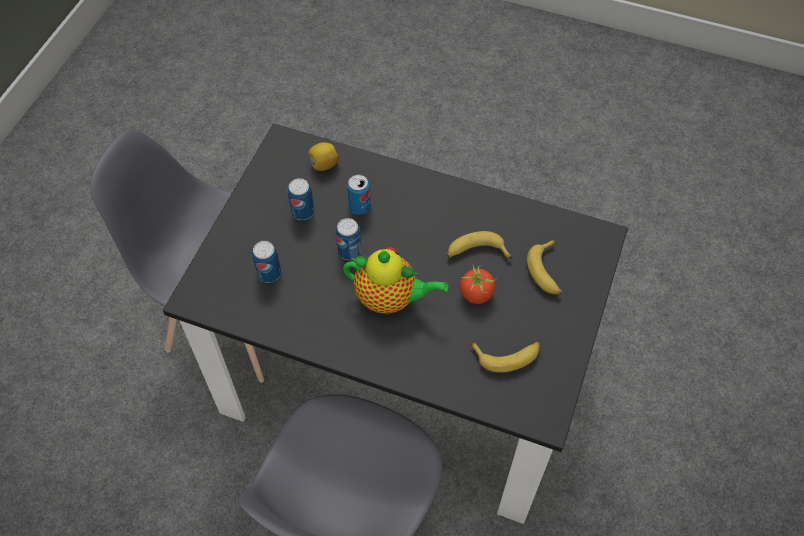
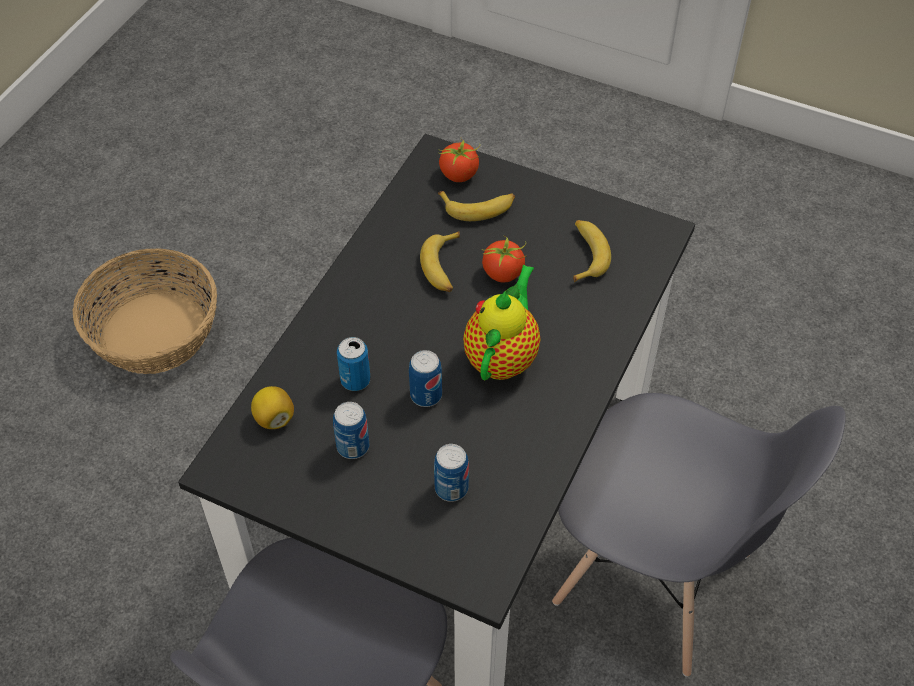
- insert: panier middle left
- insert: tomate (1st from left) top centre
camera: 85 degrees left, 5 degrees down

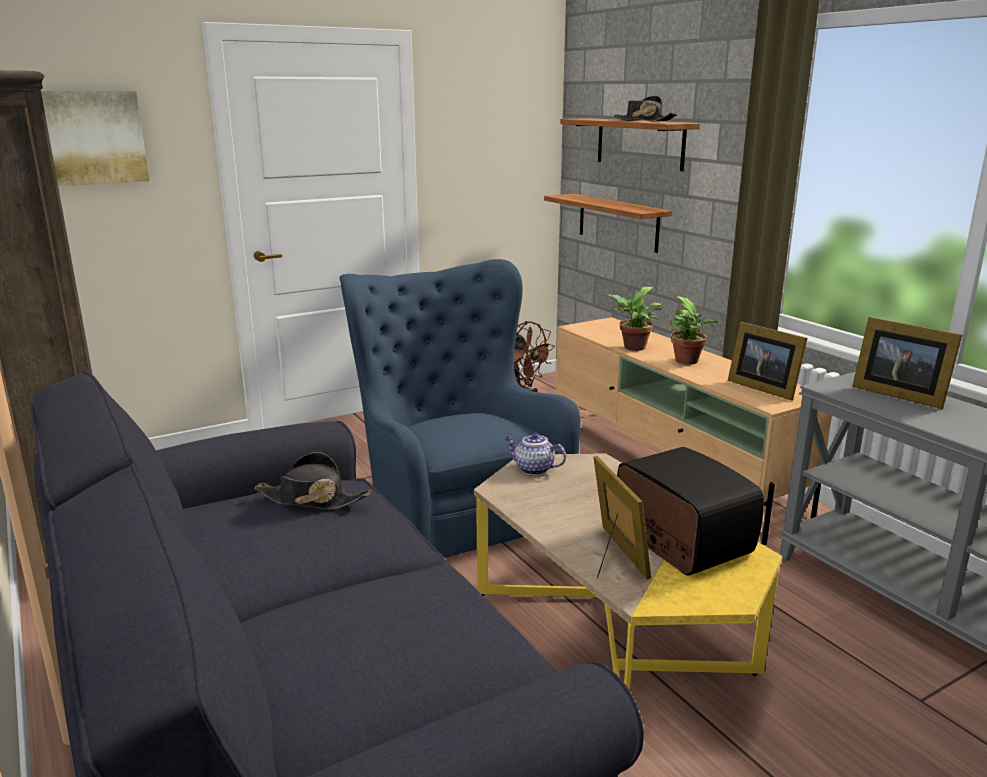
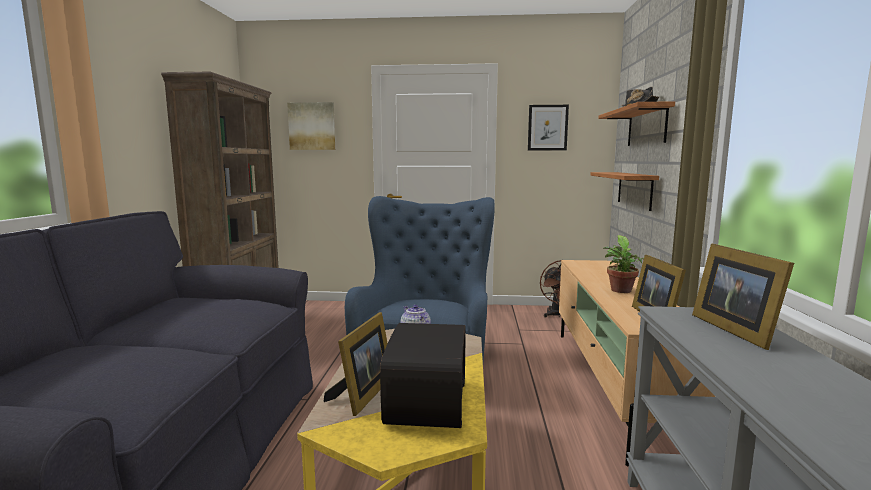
- delete: chapeau (noir) (1st from left) middle left
- delete: plante en pot (1st from left) centre
- insert: tableau (2nd from left) top centre
camera: 35 degrees right, 10 degrees down

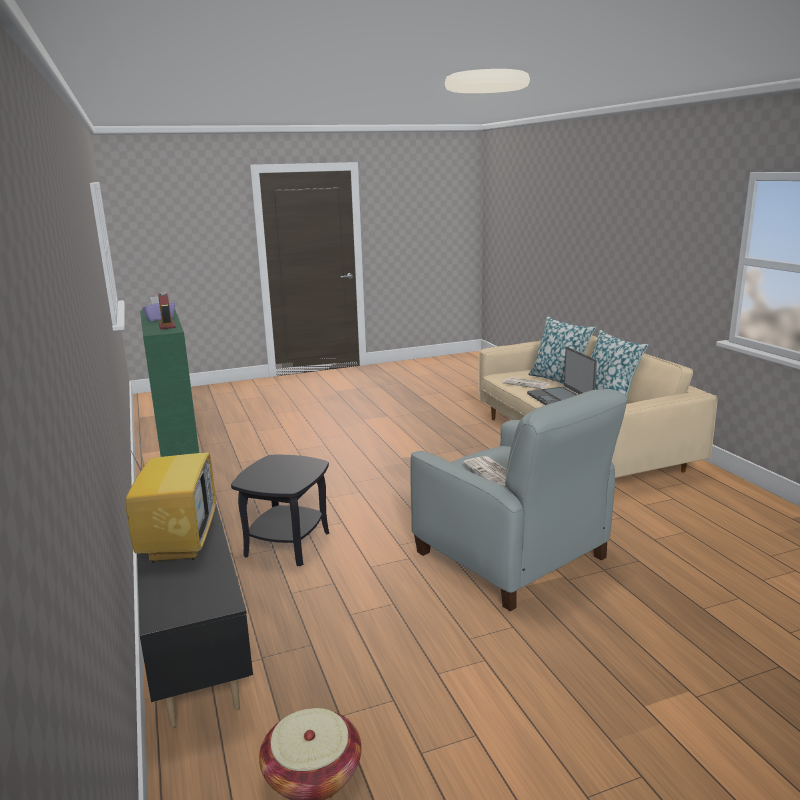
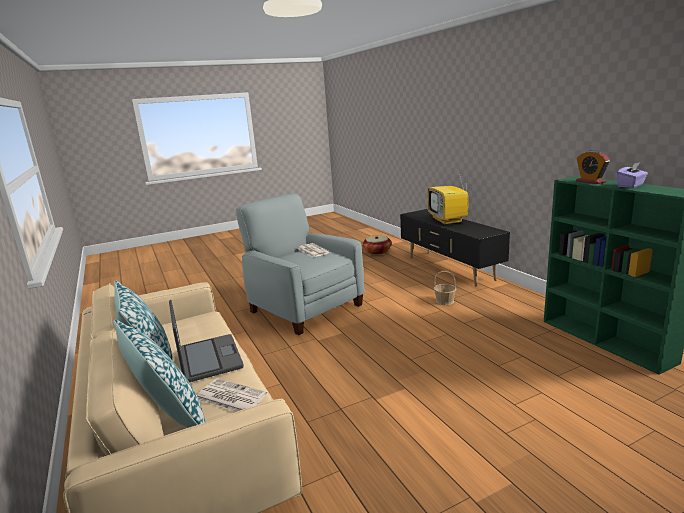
- replace: table d'appoint (noir) centre to panier (2nd from left) centre
camera: 175 degrees right, 0 degrees up

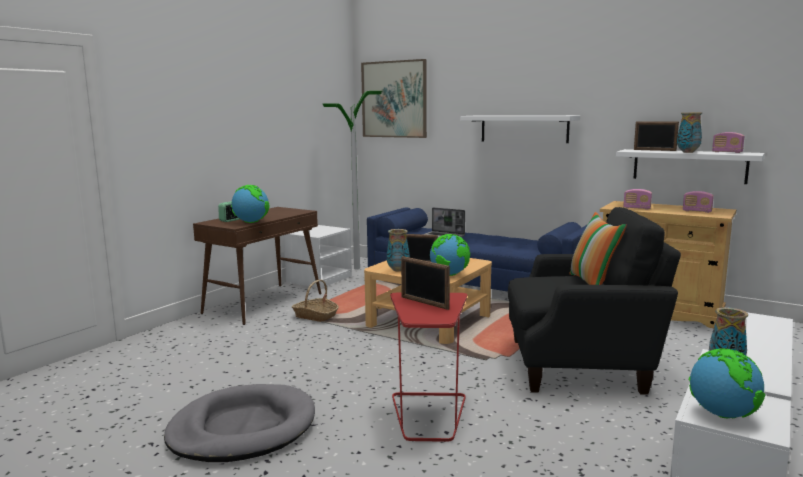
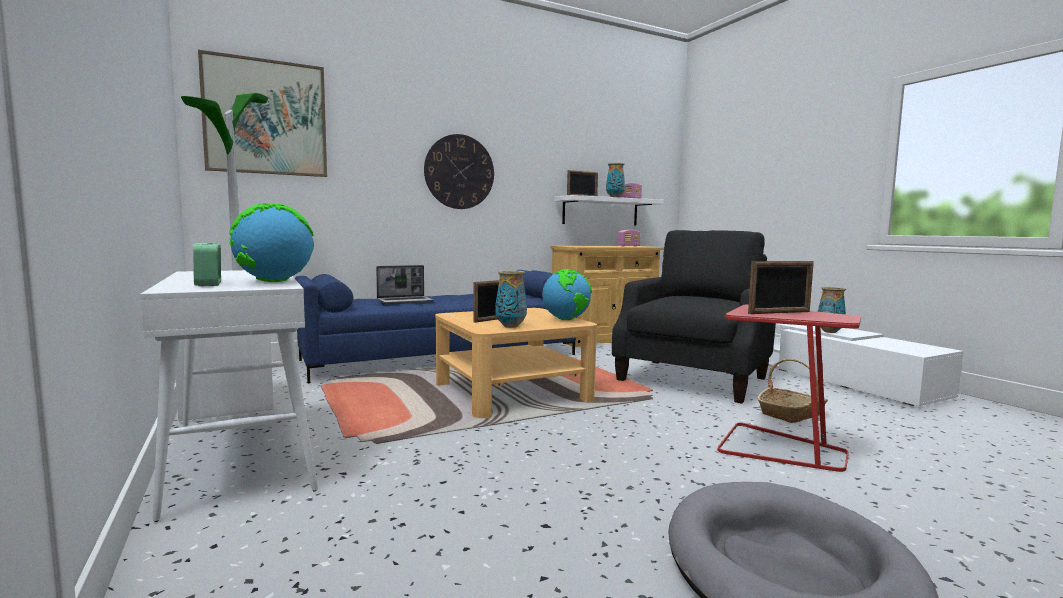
- recolor: table console (marron) middle left to table console (blanc) middle left
- move: panier centre to middle right
- replace: étagère (blanc) (1st from left) top centre to horloge murale top centre
- delete: coussin middle right
- delete: radio (1st from left) middle right
- delete: globe (3rd from left) bottom right
camera: 60 degrees left, 5 degrees down

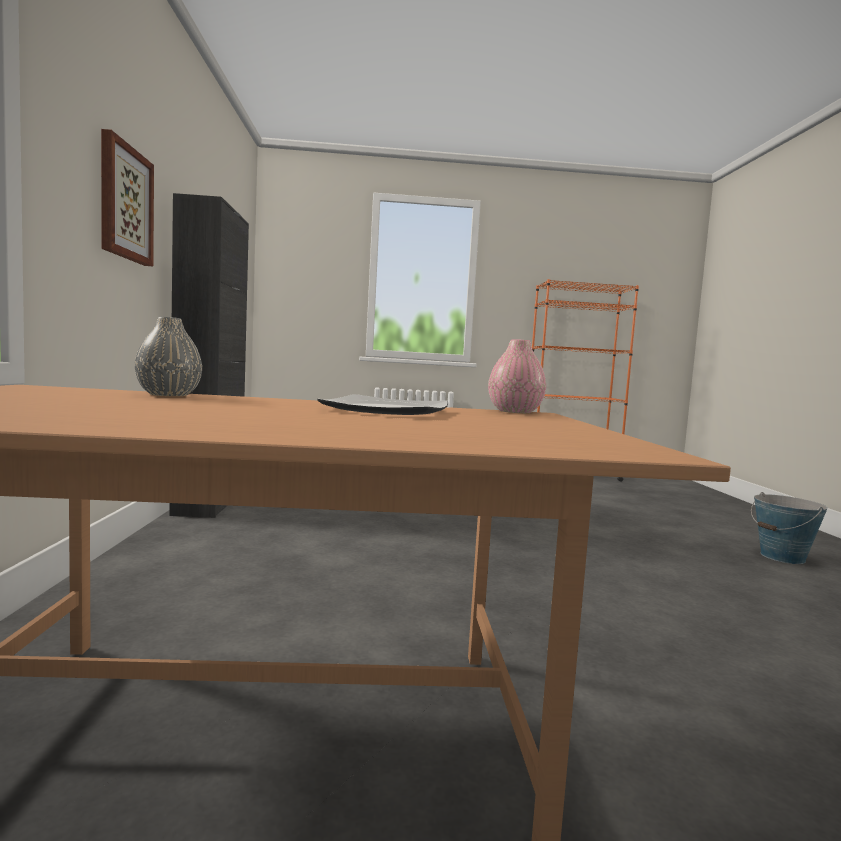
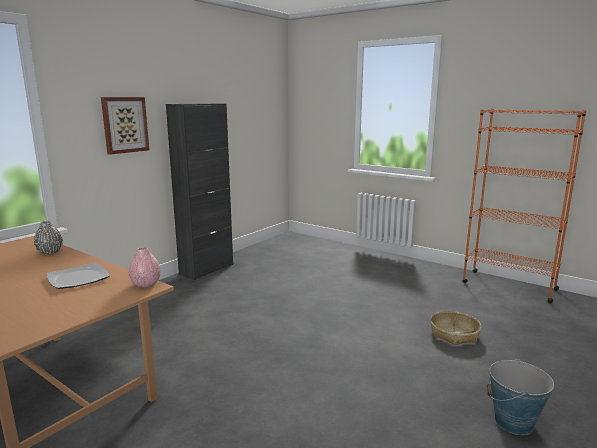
- insert: panier bottom right
camera: 40 degrees right, 10 degrees up

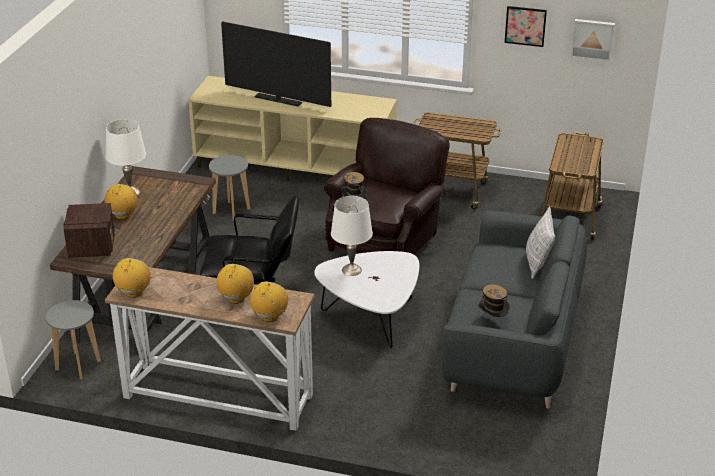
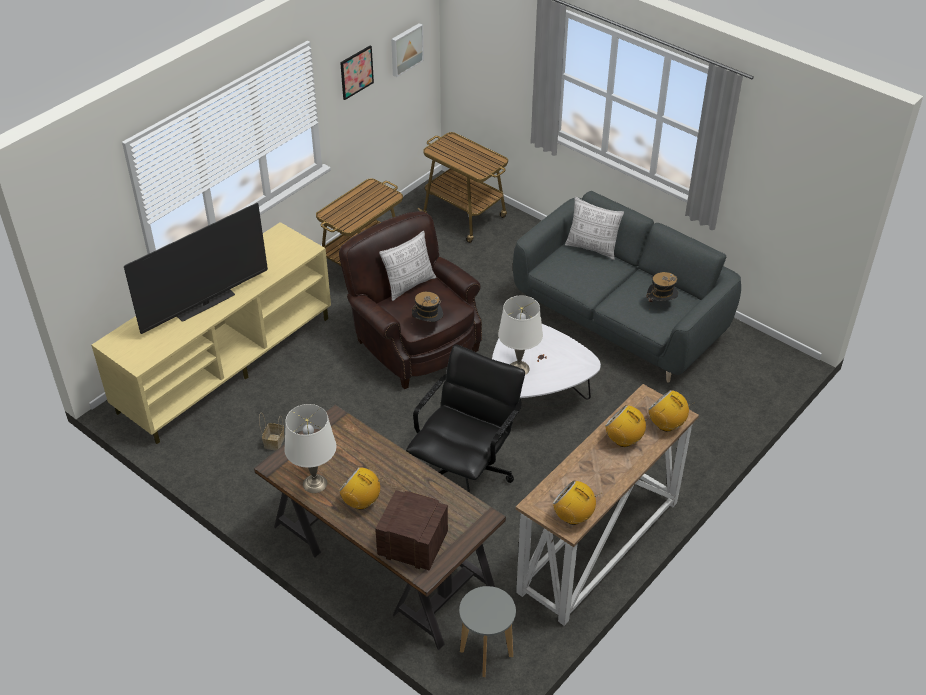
- replace: tabouret (gris) (2nd from left) middle left to panier middle left
- insert: coussin (1st from left) centre
camera: 65 degrees left, 10 degrees up

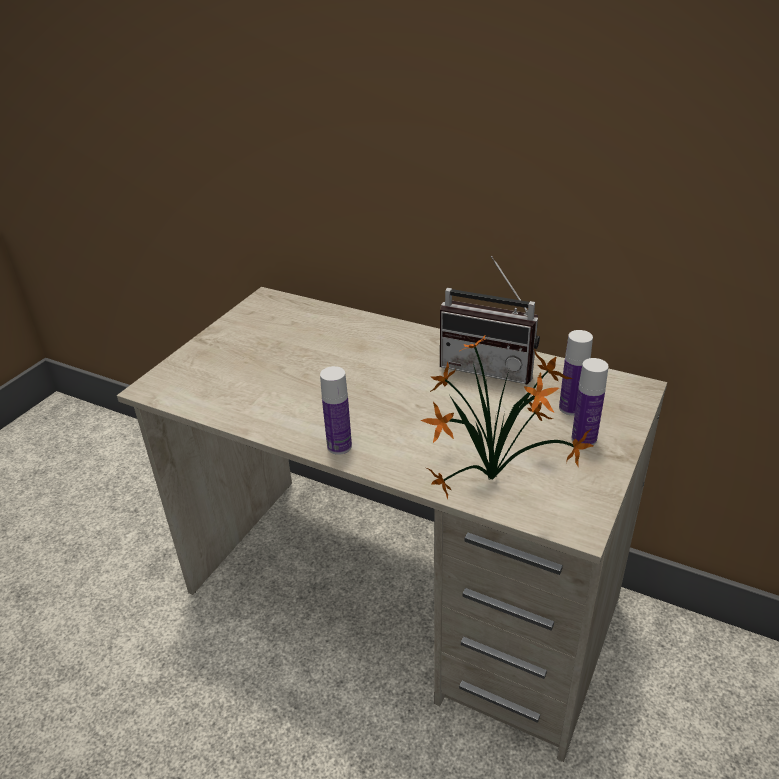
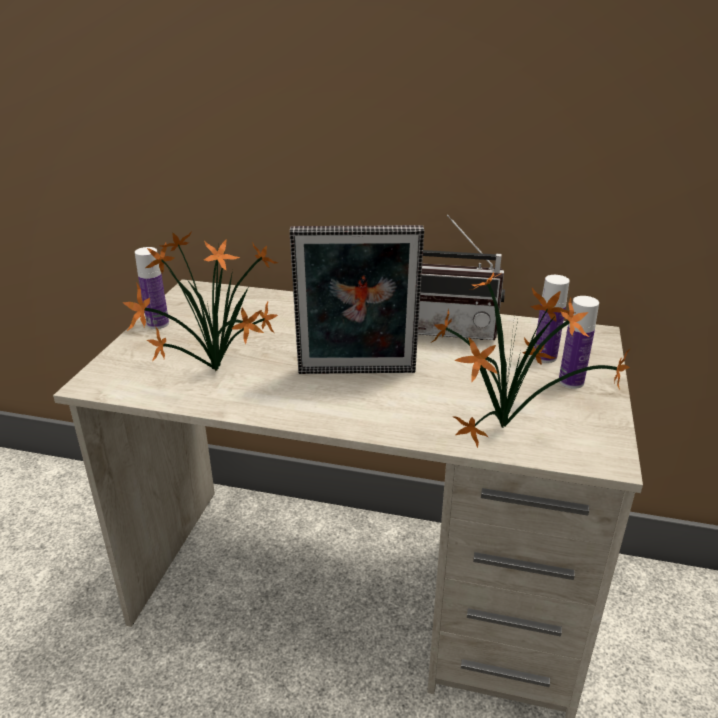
- move: bouteille (1st from left) centre to middle left
- insert: plante en pot (1st from left) middle left
- insert: cadre photo centre
camera: 15 degrees left, 5 degrees down

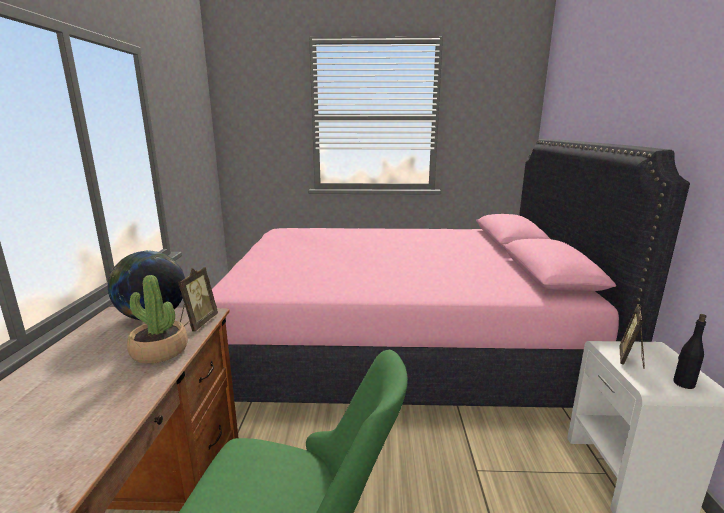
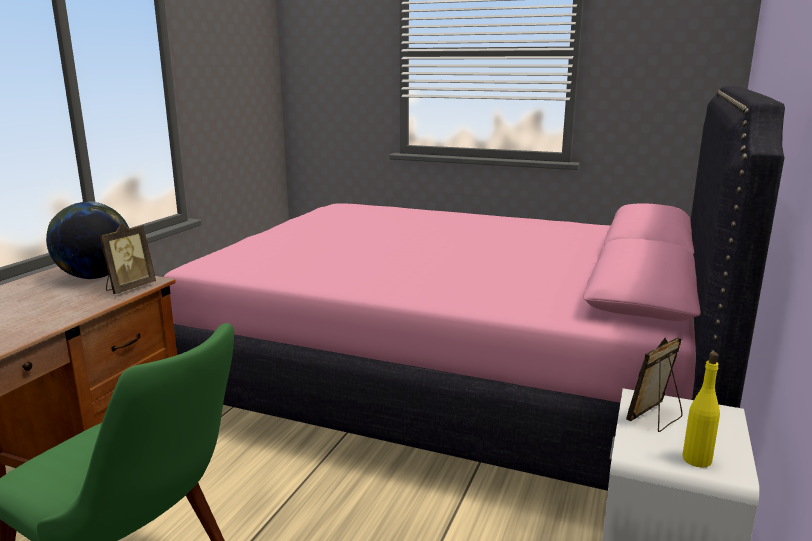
- delete: plante en pot middle left
- recolor: bouteille (noir) bottom right to bouteille (jaune) bottom right
camera: 20 degrees right, 0 degrees up

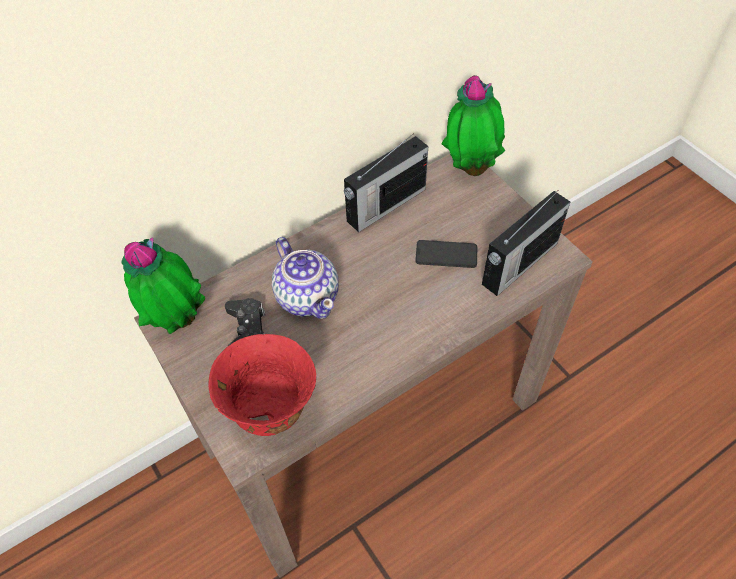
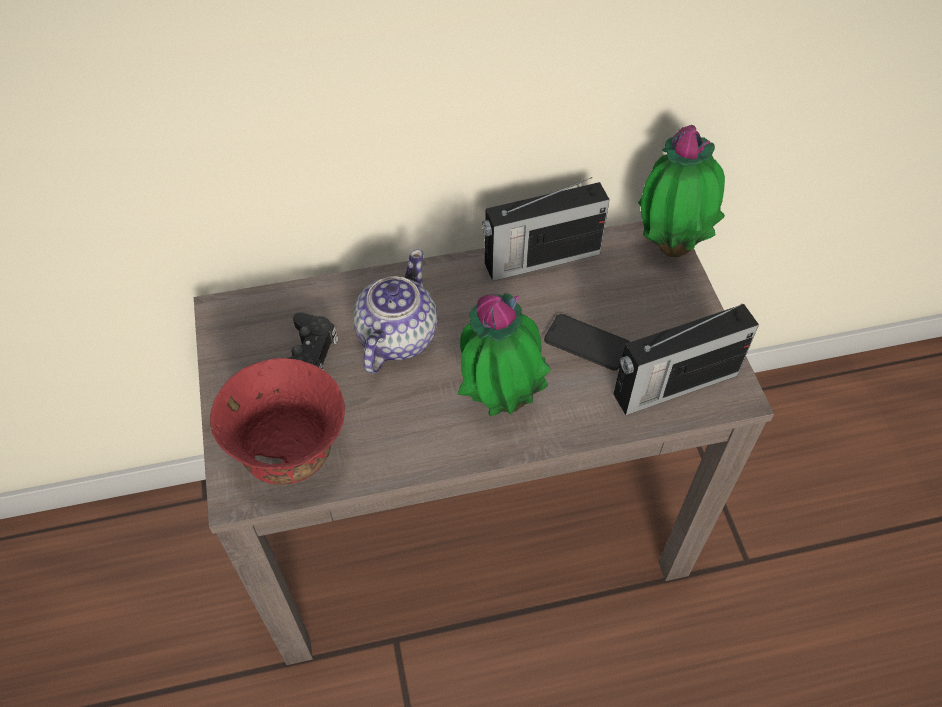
- move: plante en pot (1st from left) middle left to centre
- rotate: théière centre = centre 150 degrees counterclockwise
camera: 20 degrees right, 0 degrees up

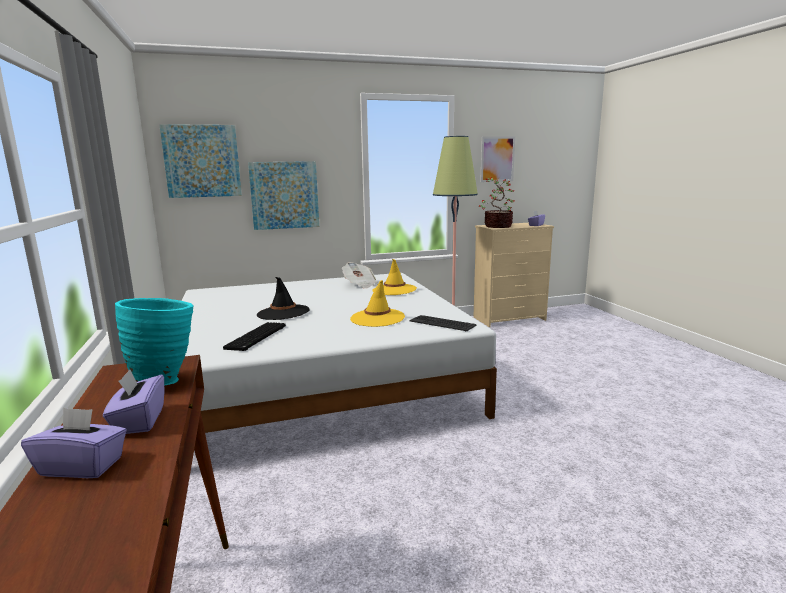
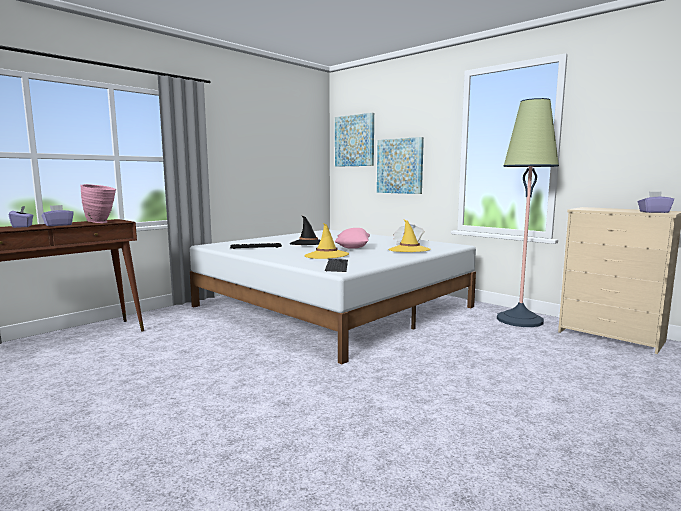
- recolor: vase (turquoise) middle left to vase (rose) middle left
- delete: plante en pot centre
- delete: tableau (3rd from left) top centre
- insert: coussin (rose) centre
camera: 60 degrees right, 5 degrees down

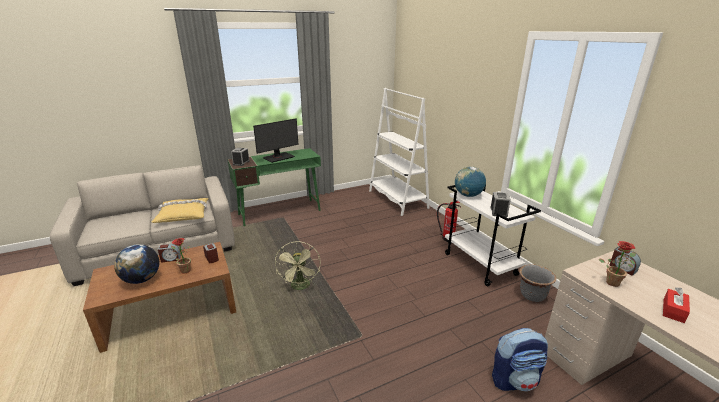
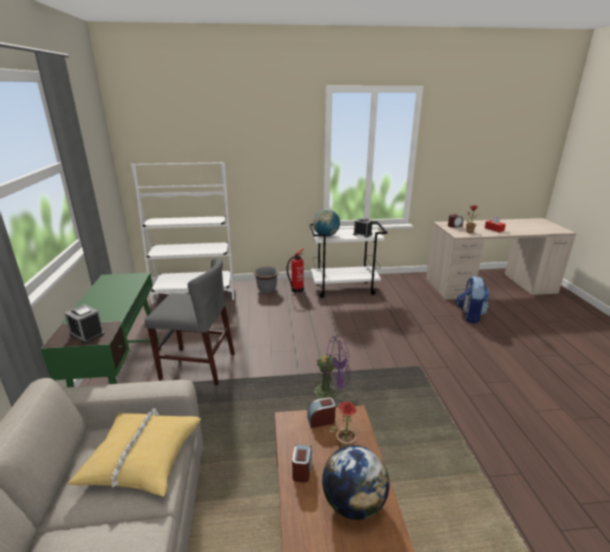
- delete: écran d'ordinateur centre
- recolor: ventilateur (vert) centre to ventilateur (violet) centre
- move: cache-pot (gris) bottom right to centre
- insert: chaise (gris) middle left
camera: 70 degrees left, 0 degrees up

